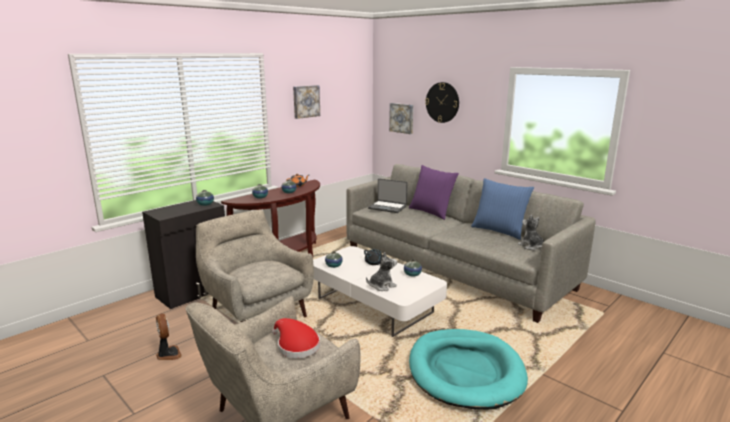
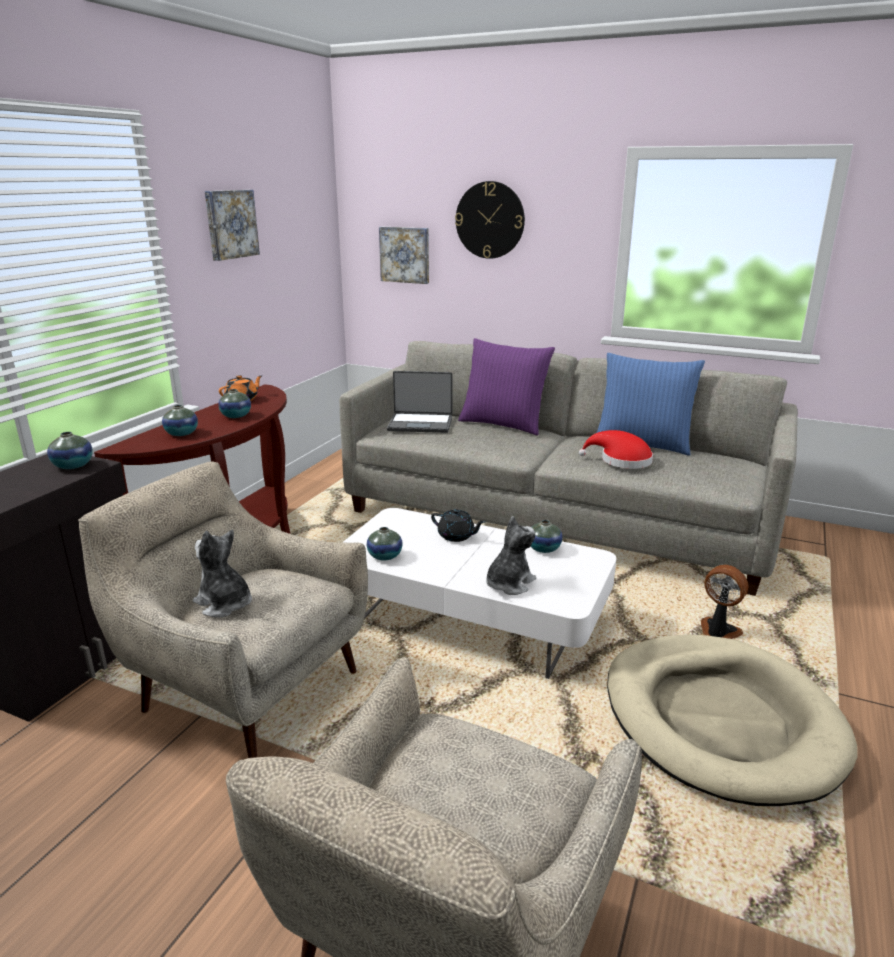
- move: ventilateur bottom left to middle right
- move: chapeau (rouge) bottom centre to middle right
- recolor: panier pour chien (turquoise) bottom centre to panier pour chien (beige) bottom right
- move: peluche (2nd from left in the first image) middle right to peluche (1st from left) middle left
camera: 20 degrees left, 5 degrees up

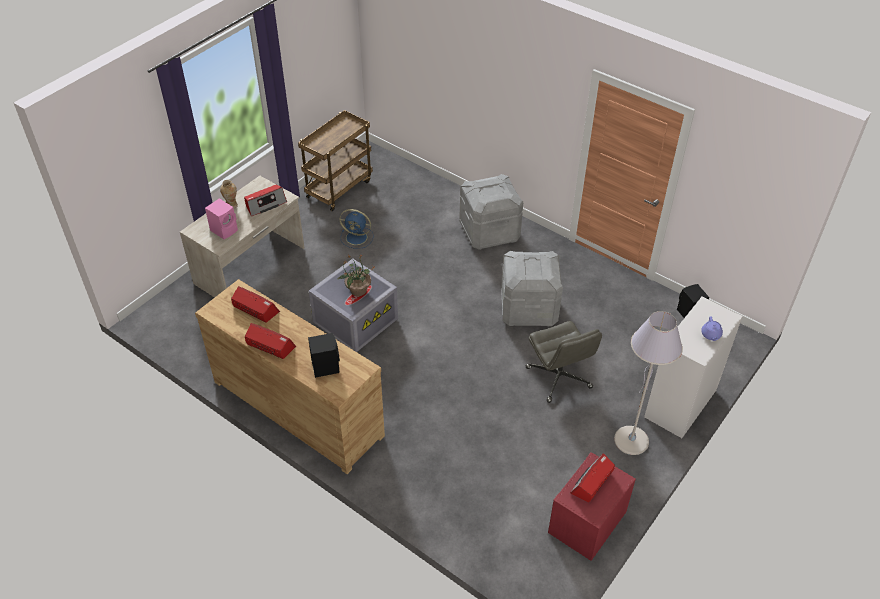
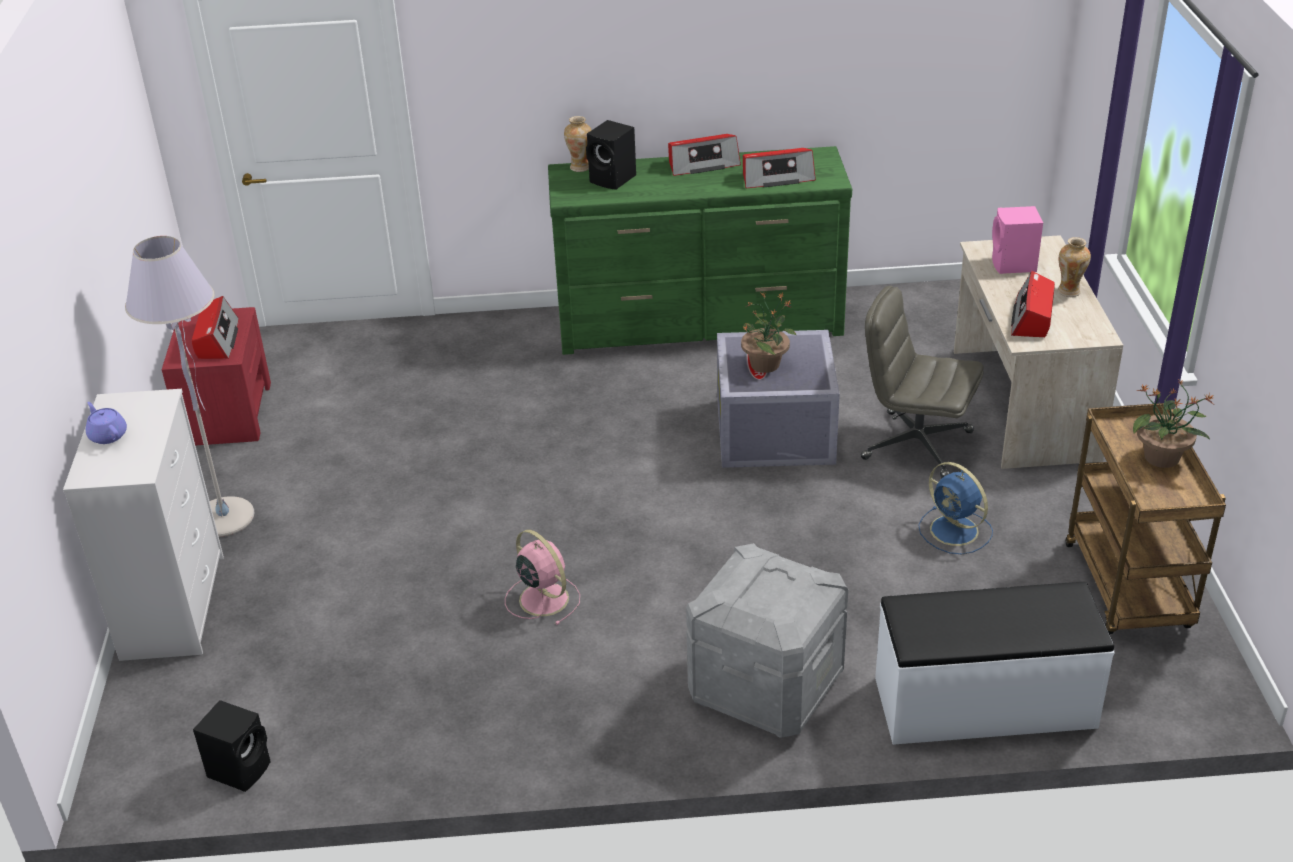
- recolor: commode (marron) middle left to commode (vert) top centre
- rotate: ventilateur (bleu) centre = middle right 105 degrees counterclockwise
- replace: boîte de rangement (gris) (3rd from left) centre to ventilateur (rose) bottom centre
- move: chaise de bureau (gris) centre to middle right
- insert: vase (1st from left) top centre
- insert: banc (blanc) bottom right
- insert: plante en pot (2nd from left) middle right
camera: 140 degrees right, 10 degrees down

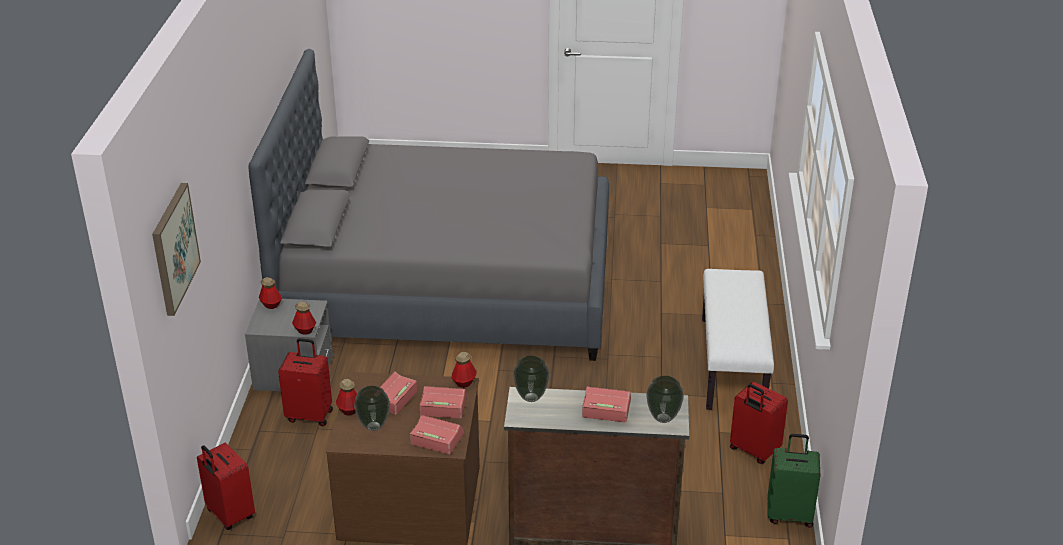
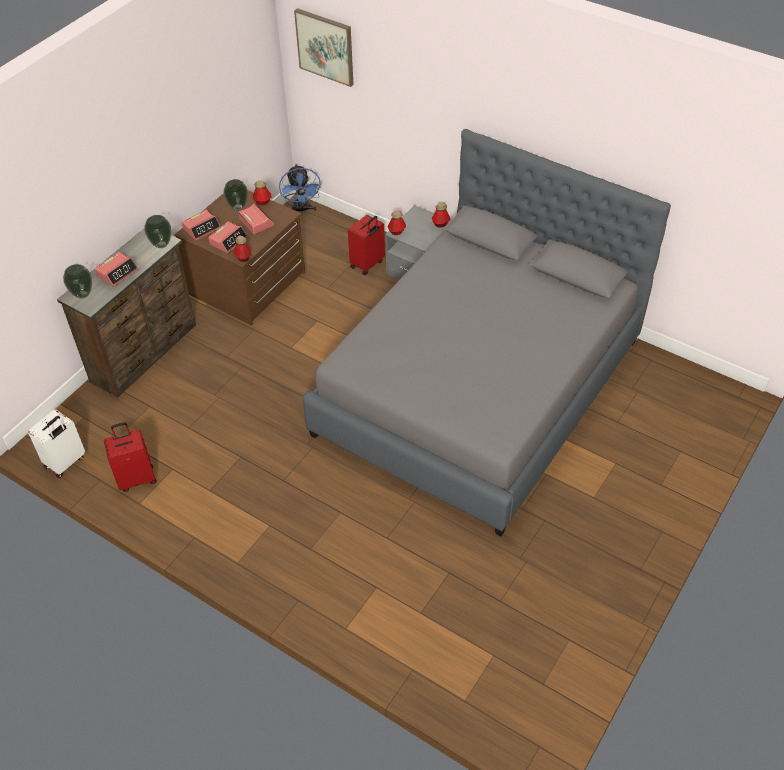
- replace: valise (rouge) (1st from left) bottom left to ventilateur (bleu) top centre
- delete: banc (blanc) middle right
- recolor: valise (vert) bottom right to valise (blanc) middle left
camera: 120 degrees right, 15 degrees up

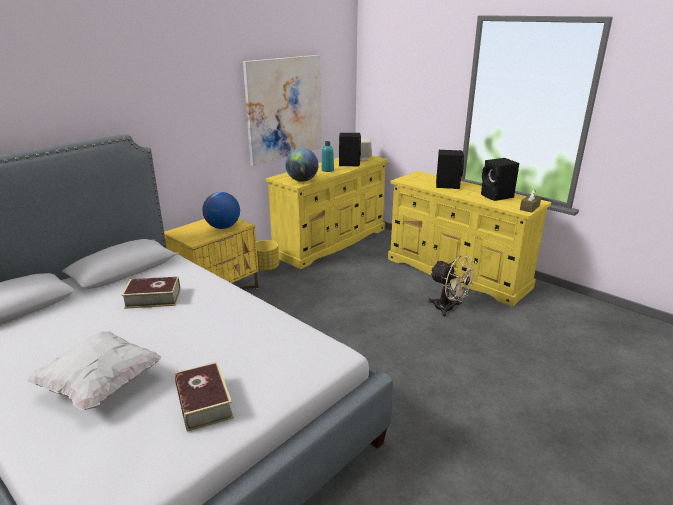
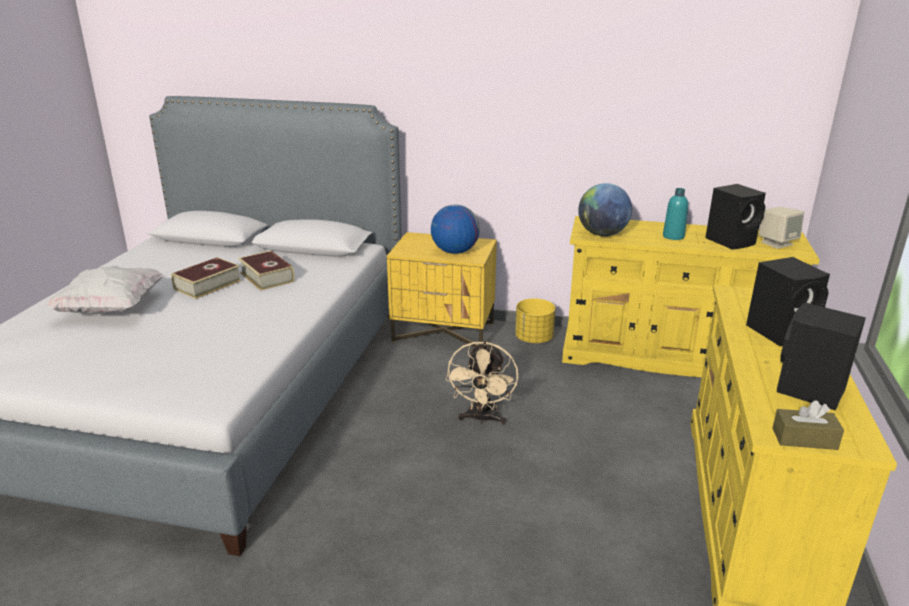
- move: livre (2nd from left in the first image) bottom left to livre (1st from left) middle left
- delete: tableau top centre
- move: ventilateur (beige) middle right to centre
camera: 60 degrees right, 0 degrees up

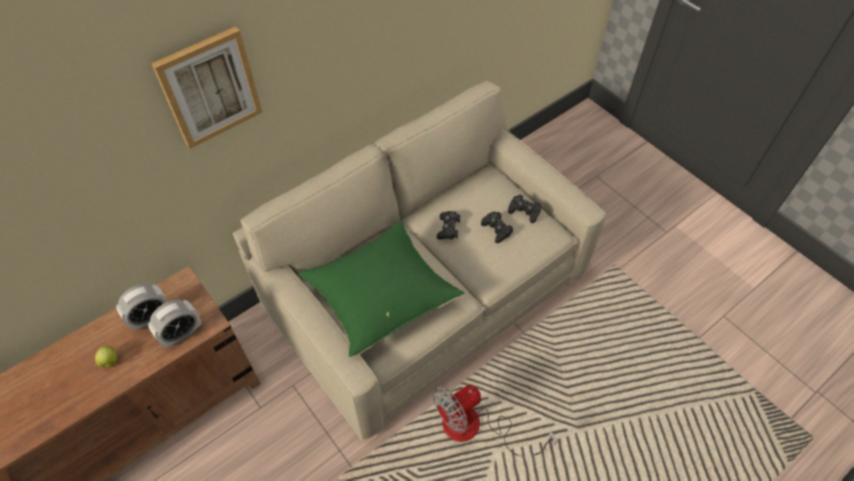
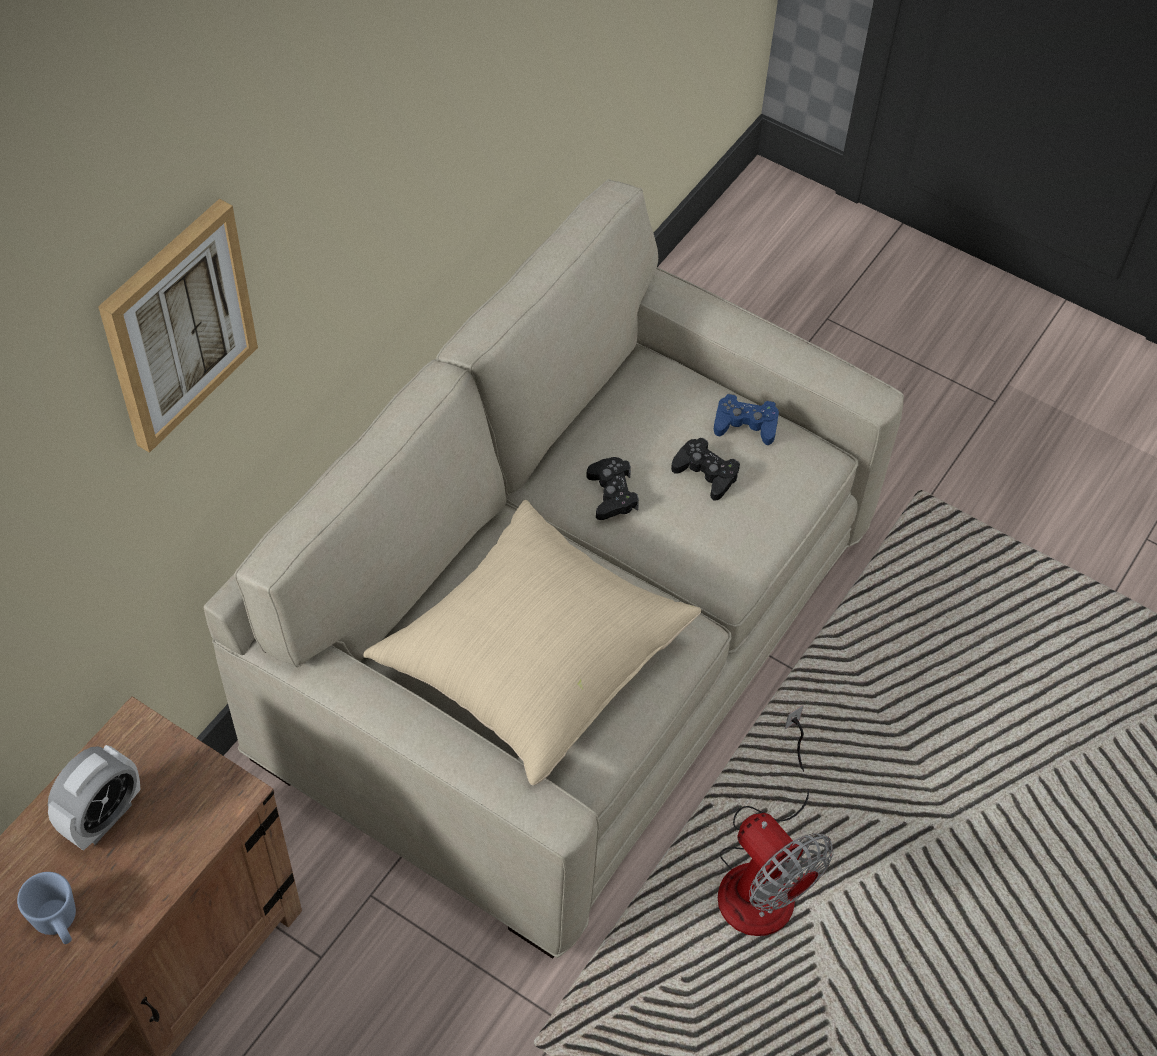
- replace: pomme bottom left to mug (bleu) bottom left
- delete: réveil (2nd from left) bottom left
- recolor: coussin (vert) centre to coussin (beige) centre
- rotate: ventilateur bottom centre = bottom right 75 degrees counterclockwise
- recolor: manette (noir) (3rd from left) centre to manette (bleu) centre
camera: 20 degrees left, 0 degrees up

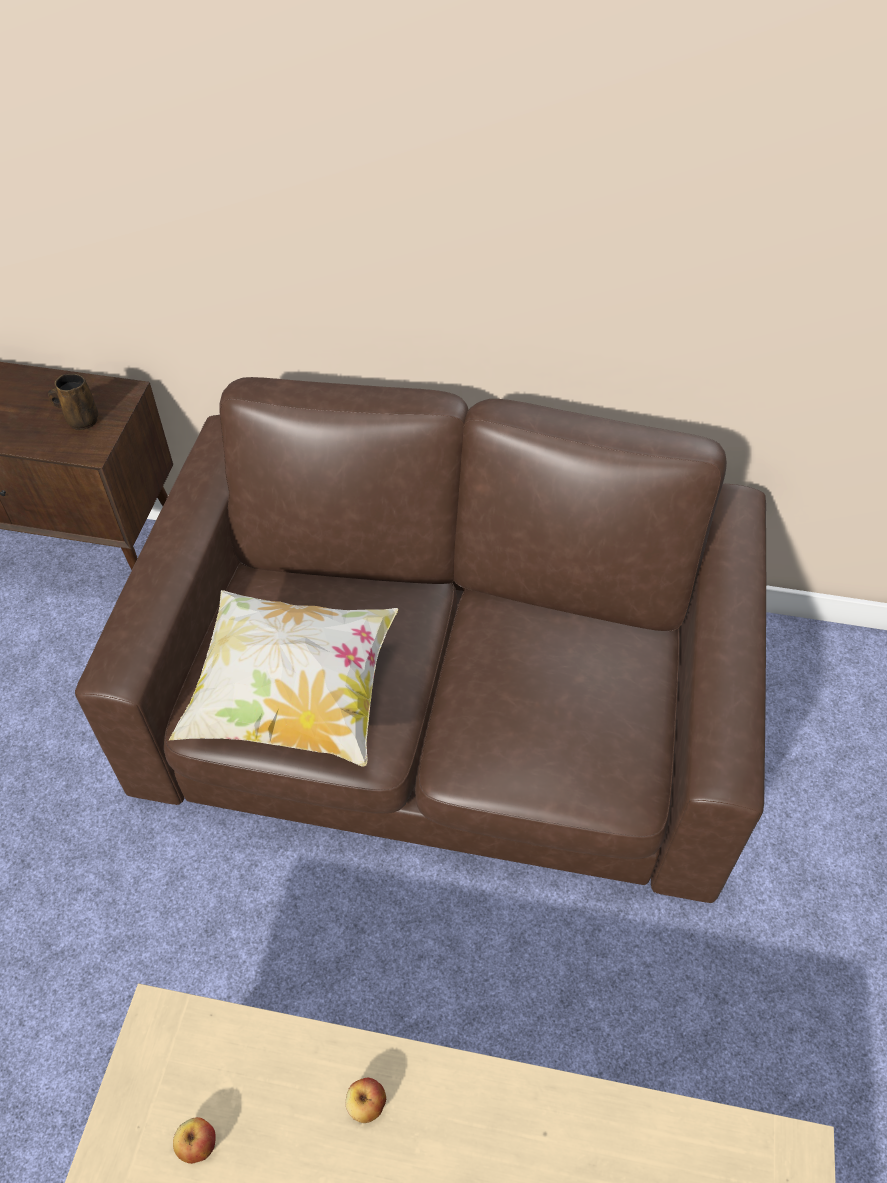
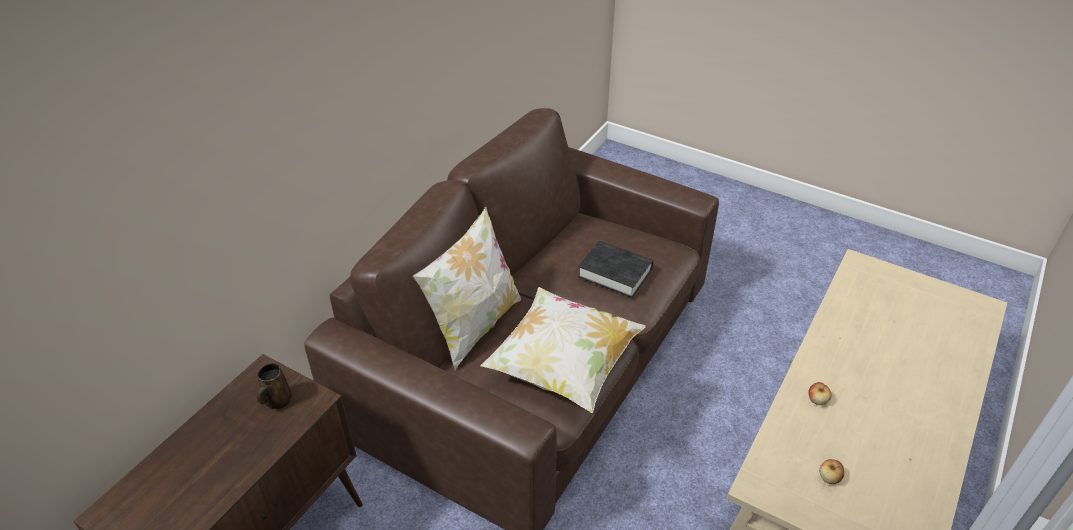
- insert: coussin (1st from left) centre
- insert: livre (noir) centre
camera: 70 degrees left, 10 degrees down

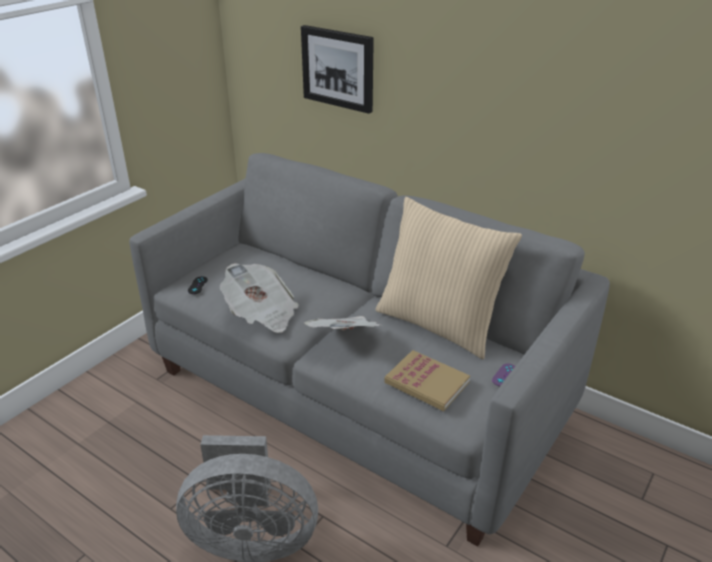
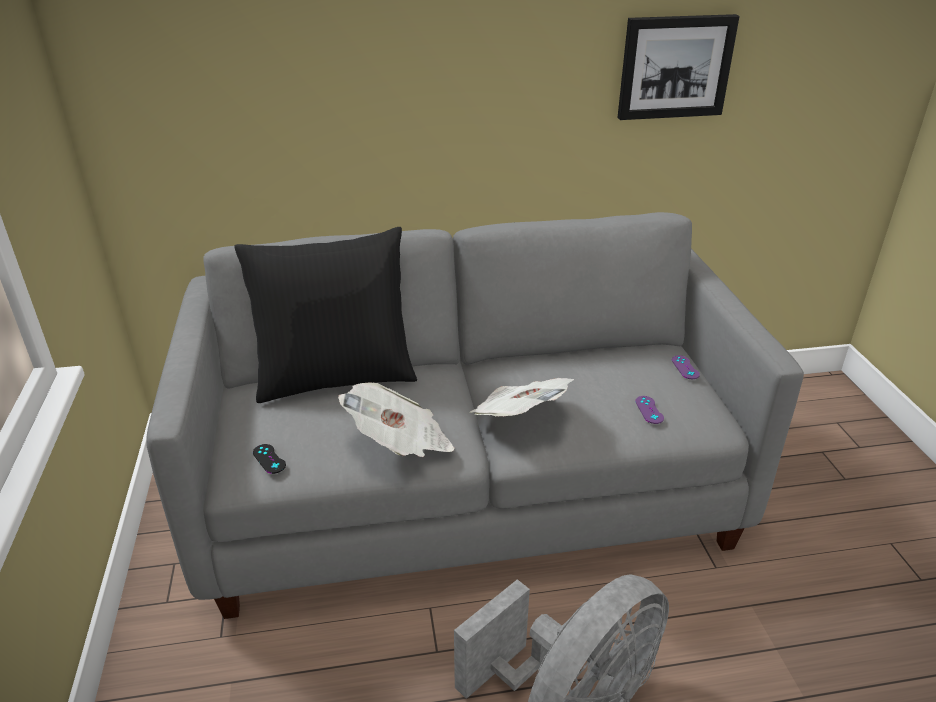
- move: tableau top centre to top right
- delete: coussin (beige) centre
- replace: livre bottom centre to manette (violet) (1st from left) middle right
- insert: coussin (noir) centre
camera: 45 degrees left, 0 degrees up

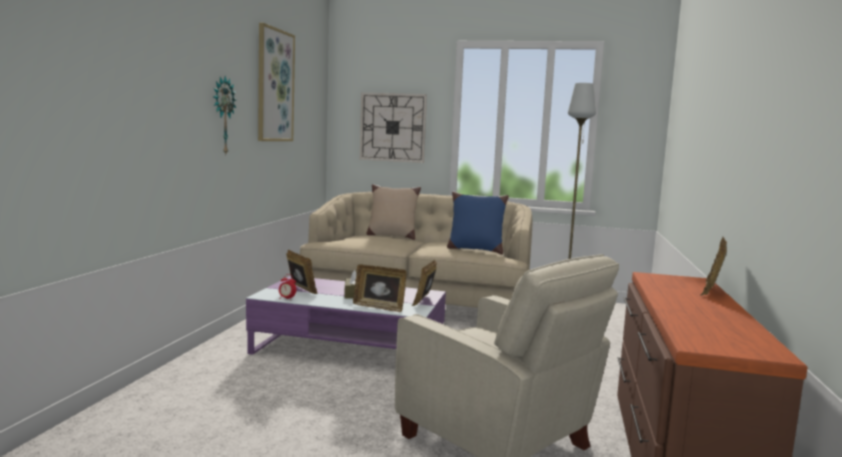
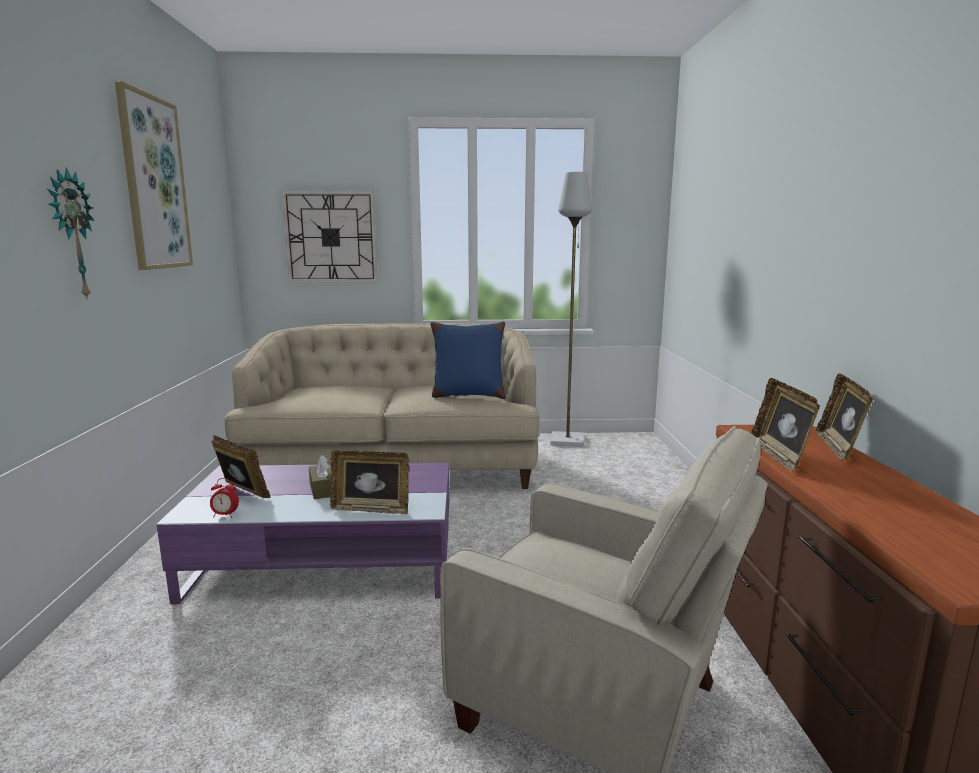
- delete: coussin (beige) centre
- move: cadre photo (3rd from left) centre to middle right
camera: 15 degrees left, 5 degrees up

